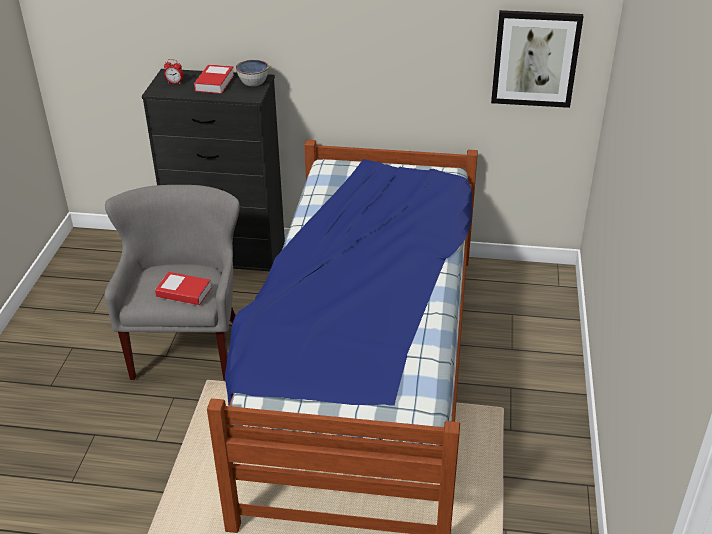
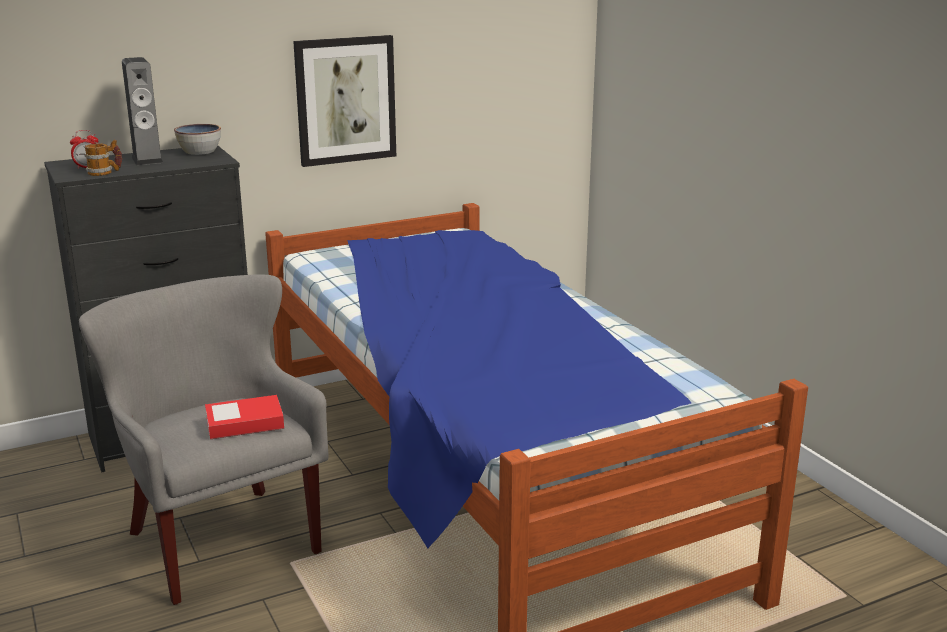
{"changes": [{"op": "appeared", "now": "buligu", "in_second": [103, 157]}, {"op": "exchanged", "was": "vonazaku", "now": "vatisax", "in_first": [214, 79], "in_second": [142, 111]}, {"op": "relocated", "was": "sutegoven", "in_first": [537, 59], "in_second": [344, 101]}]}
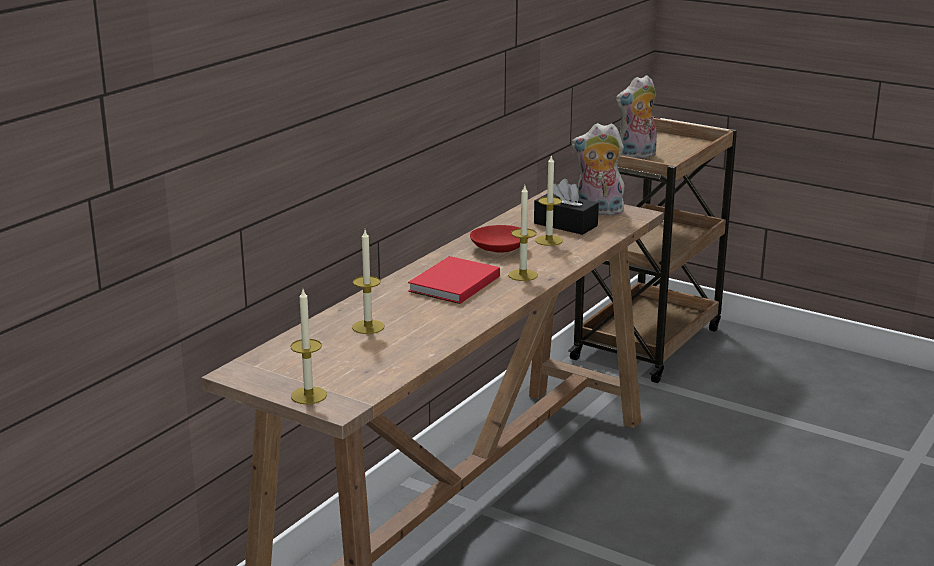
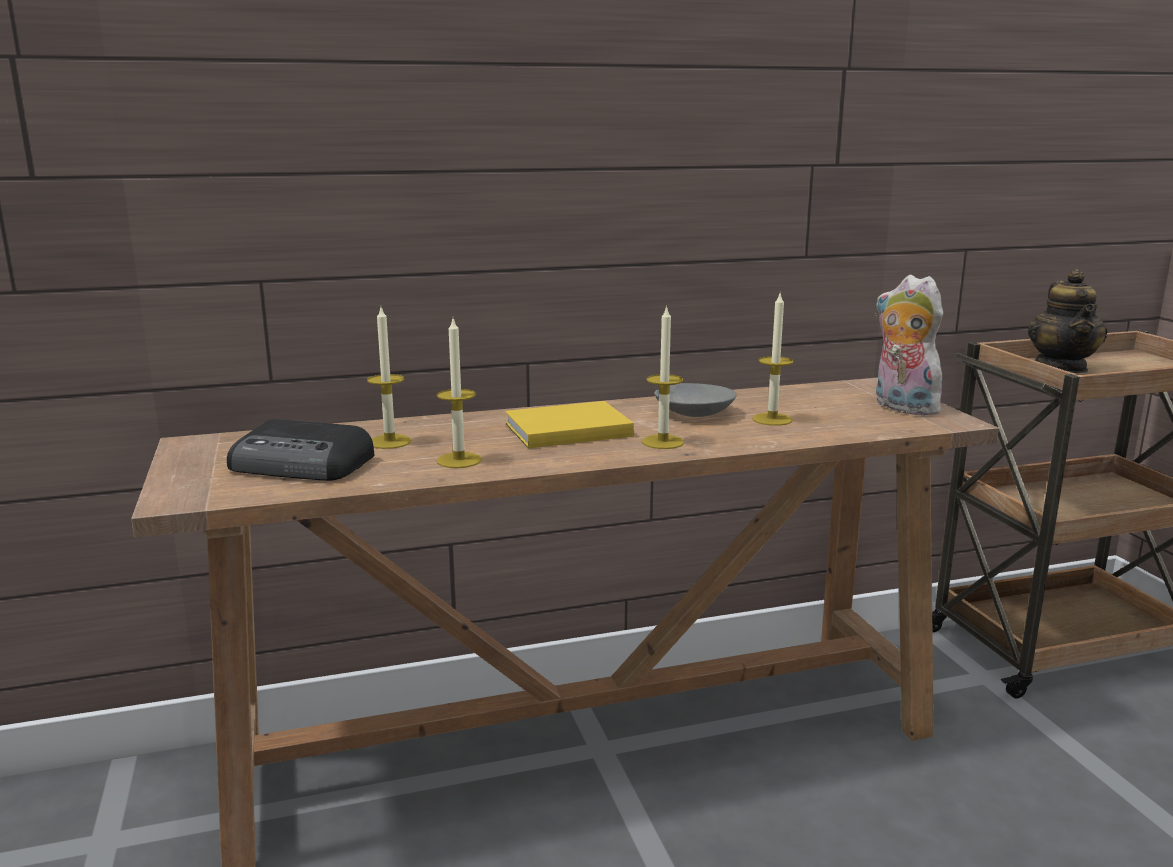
{"changes": [{"op": "appeared", "now": "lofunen", "in_second": [300, 450]}, {"op": "relocated", "was": "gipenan", "in_first": [308, 347], "in_second": [459, 393]}, {"op": "colour", "was": "vonazaku (red)", "now": "vonazaku (yellow)", "in_first": [454, 280], "in_second": [569, 424]}, {"op": "colour", "was": "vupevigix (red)", "now": "vupevigix (grey)", "in_first": [499, 239], "in_second": [695, 400]}, {"op": "exchanged", "was": "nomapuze", "now": "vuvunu", "in_first": [636, 117], "in_second": [1068, 321]}, {"op": "missing", "was": "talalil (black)", "in_first": [566, 207]}]}
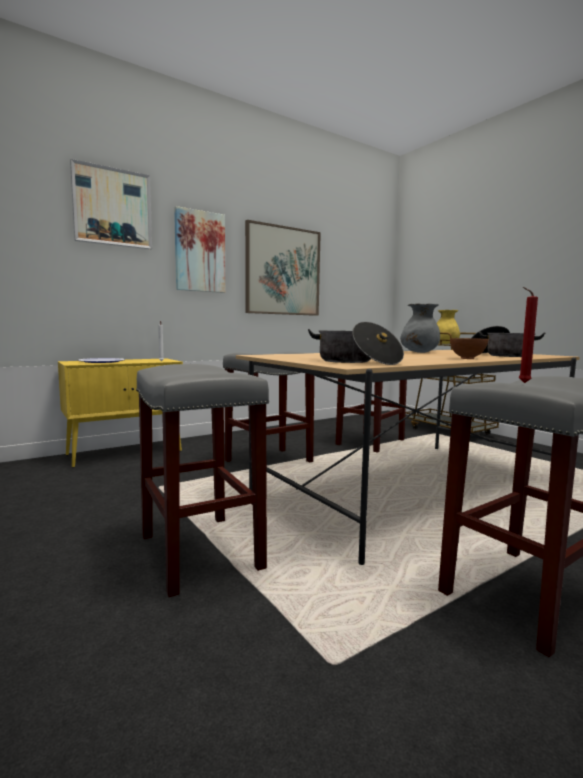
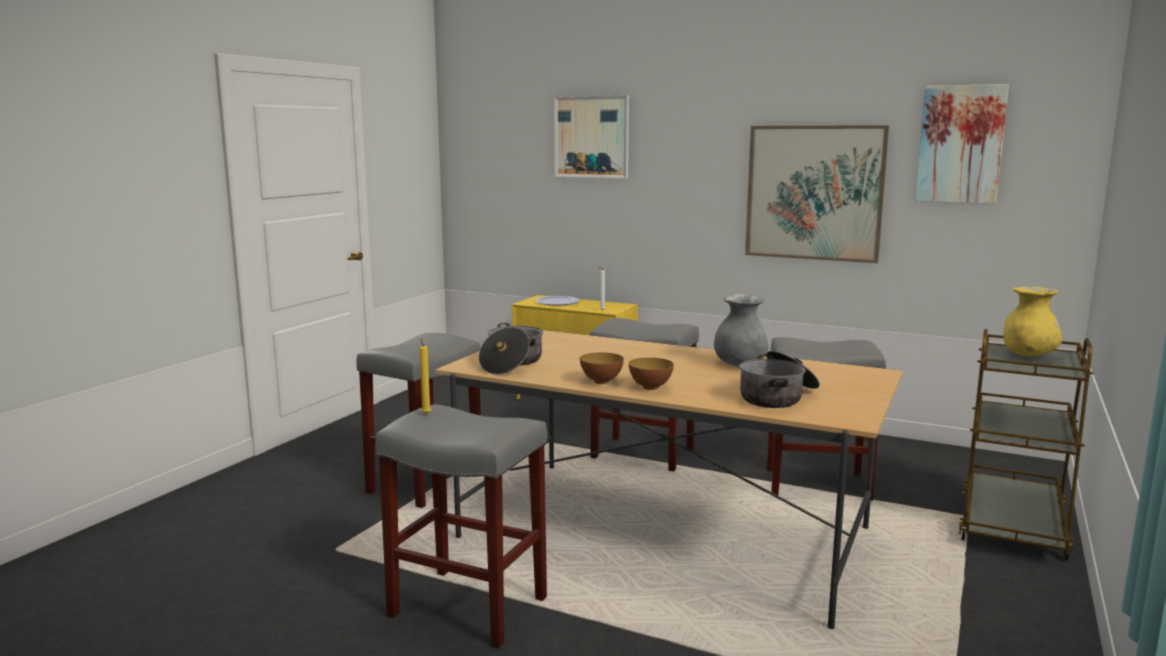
{"changes": [{"op": "colour", "was": "gipenan (red)", "now": "gipenan (yellow)", "in_first": [528, 335], "in_second": [425, 376]}, {"op": "appeared", "now": "vupevigix", "in_second": [602, 368]}, {"op": "relocated", "was": "sutegoven", "in_first": [199, 249], "in_second": [962, 144]}]}
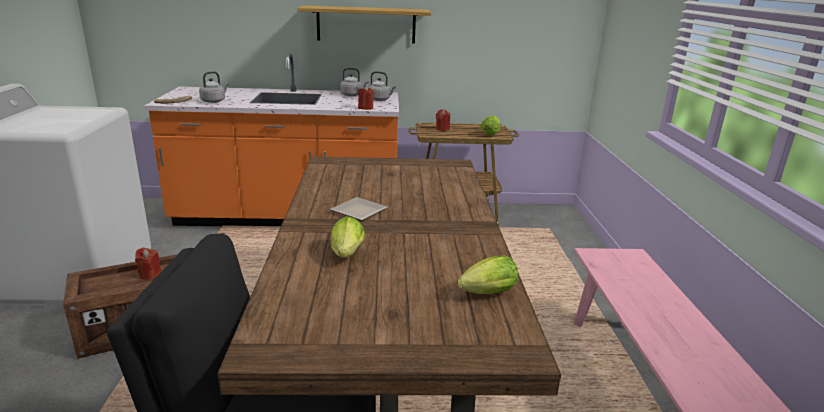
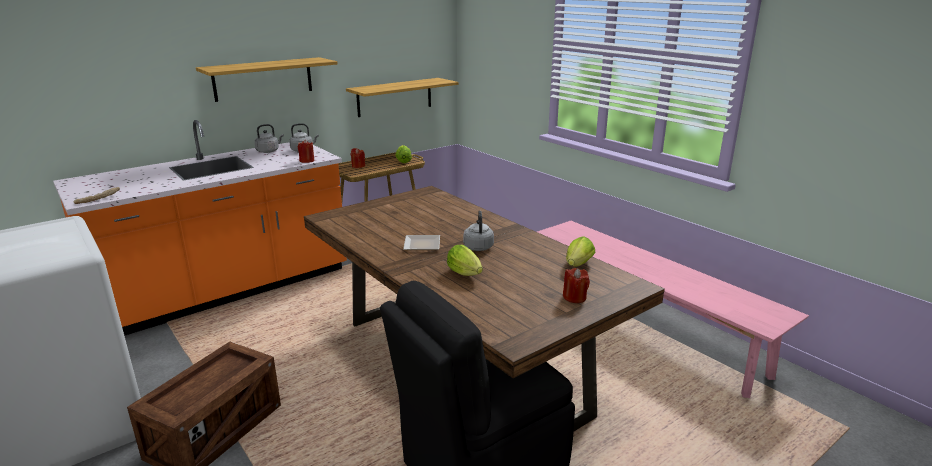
{"changes": [{"op": "appeared", "now": "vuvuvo", "in_second": [402, 97]}, {"op": "relocated", "was": "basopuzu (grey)", "in_first": [214, 87], "in_second": [478, 231]}, {"op": "relocated", "was": "gipenan (red)", "in_first": [148, 264], "in_second": [576, 285]}]}
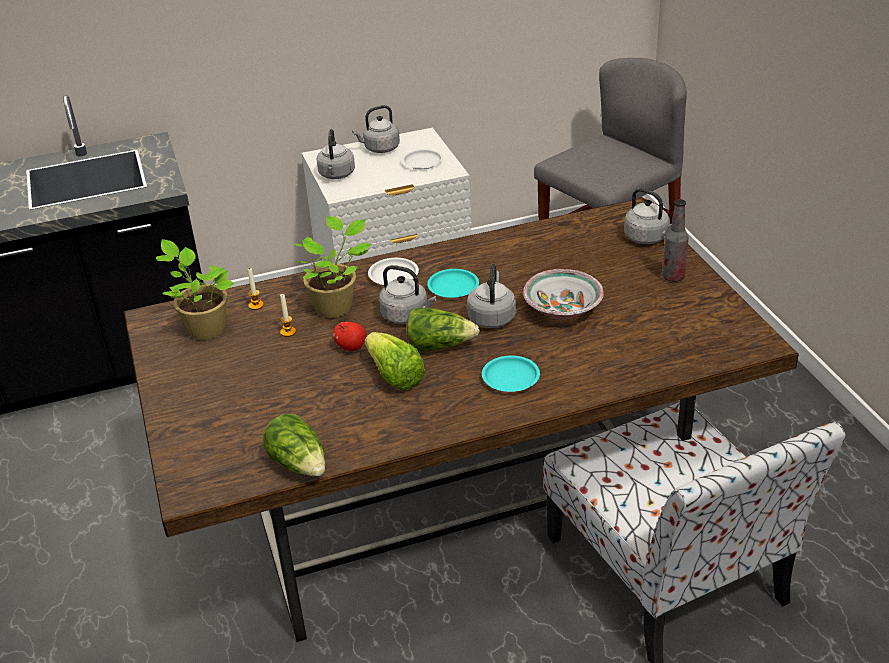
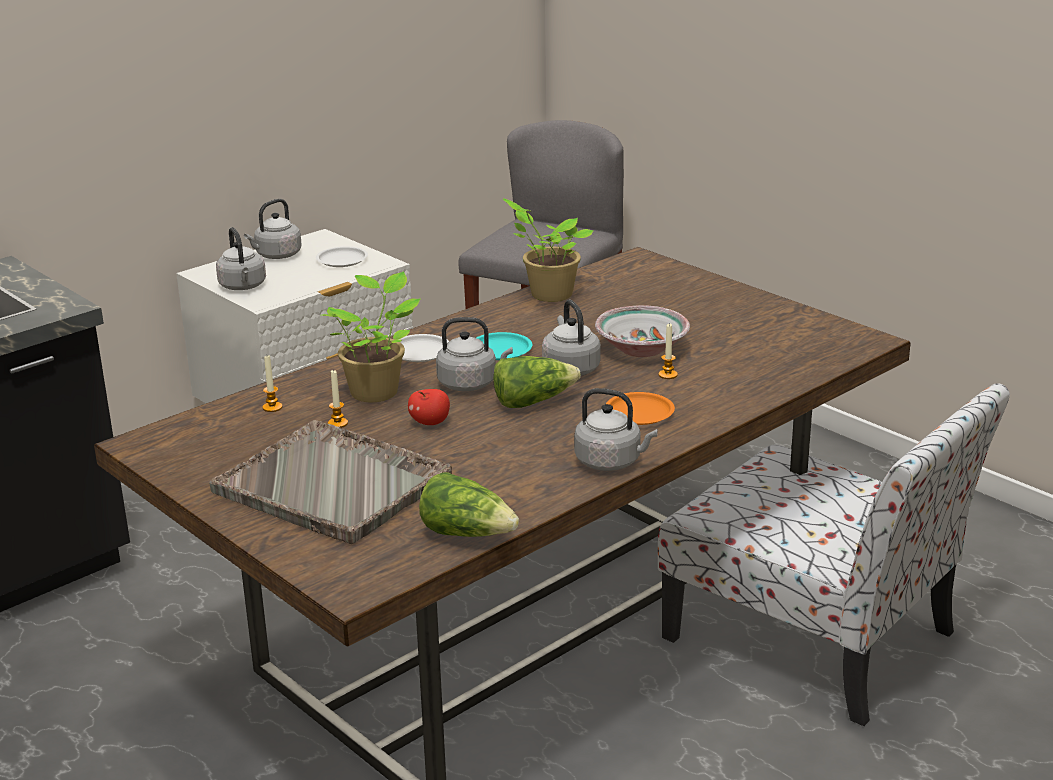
{"changes": [{"op": "appeared", "now": "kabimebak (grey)", "in_second": [330, 482]}, {"op": "relocated", "was": "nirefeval", "in_first": [195, 289], "in_second": [548, 250]}, {"op": "relocated", "was": "basopuzu (grey)", "in_first": [647, 216], "in_second": [616, 429]}, {"op": "colour", "was": "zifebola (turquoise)", "now": "zifebola (orange)", "in_first": [511, 374], "in_second": [640, 408]}, {"op": "appeared", "now": "gipenan", "in_second": [668, 351]}, {"op": "missing", "was": "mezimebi", "in_first": [395, 361]}, {"op": "missing", "was": "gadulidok", "in_first": [675, 240]}]}
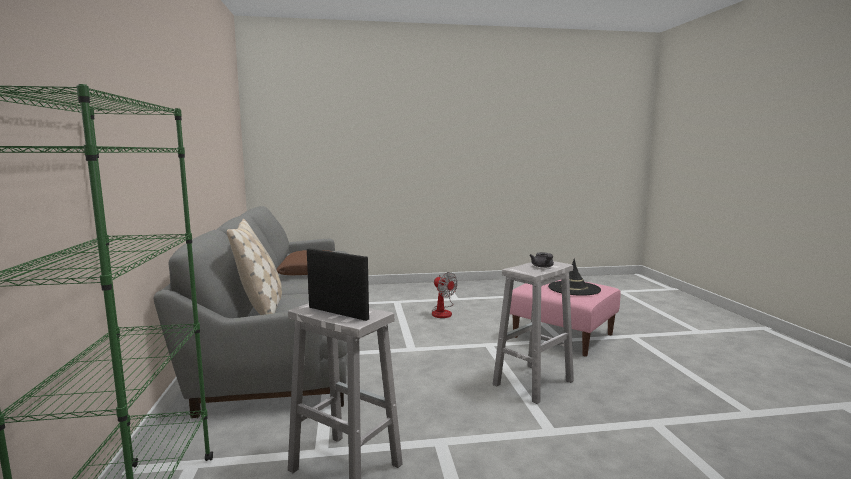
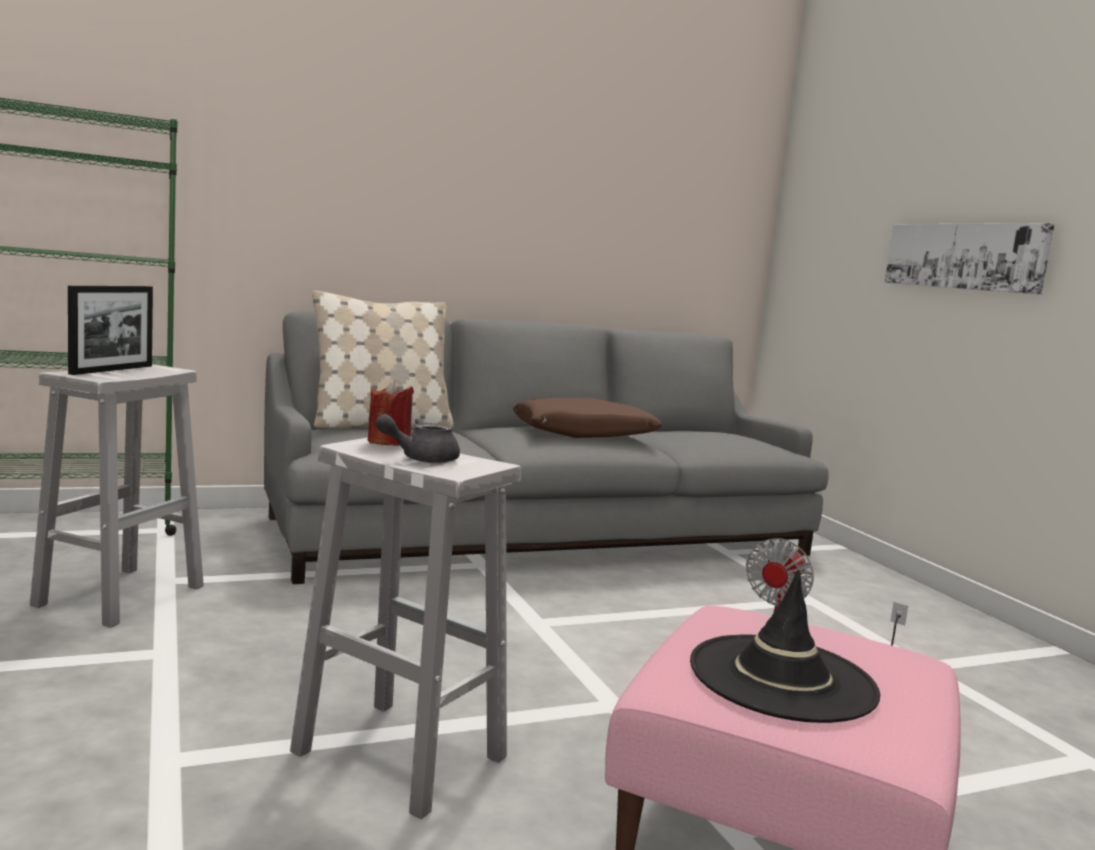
{"changes": [{"op": "appeared", "now": "gipenan (red)", "in_second": [391, 413]}, {"op": "appeared", "now": "sutegoven", "in_second": [970, 259]}]}
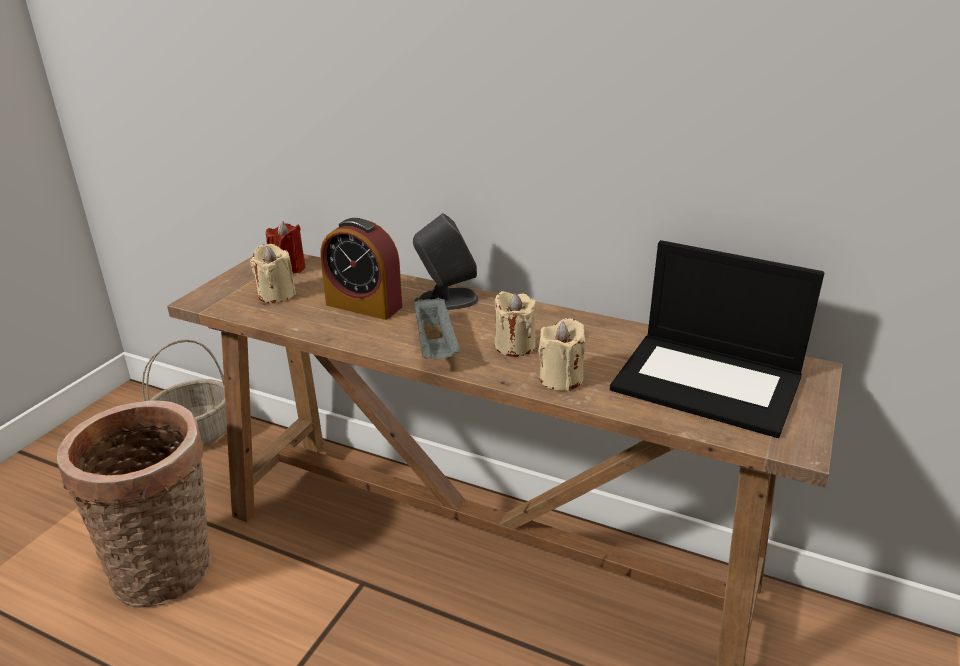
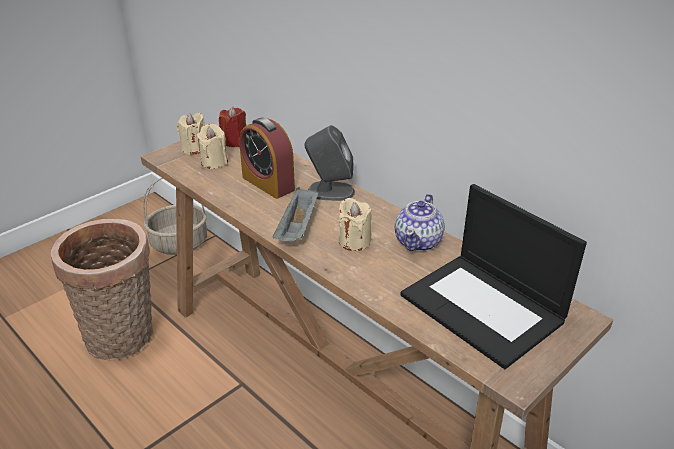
{"changes": [{"op": "relocated", "was": "gipenan (beige)", "in_first": [561, 354], "in_second": [191, 134]}, {"op": "appeared", "now": "vuvunu", "in_second": [420, 222]}]}
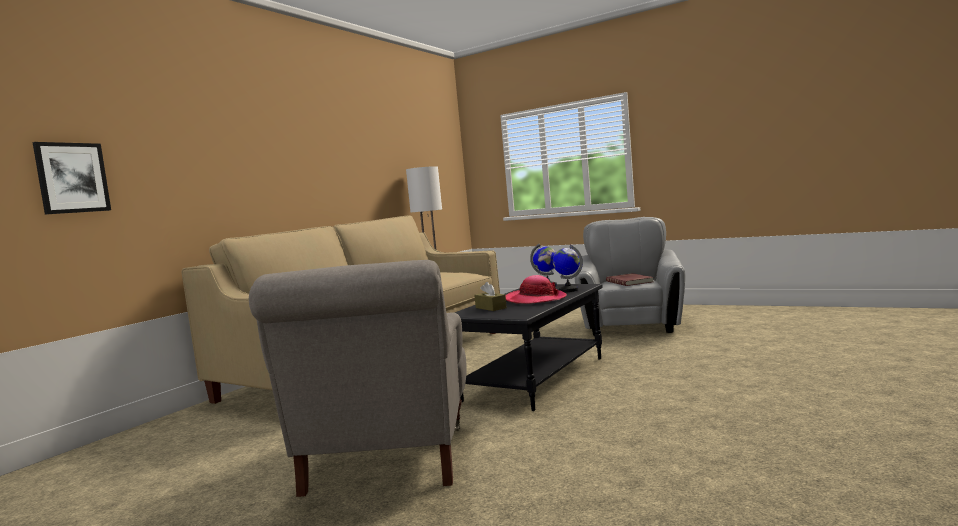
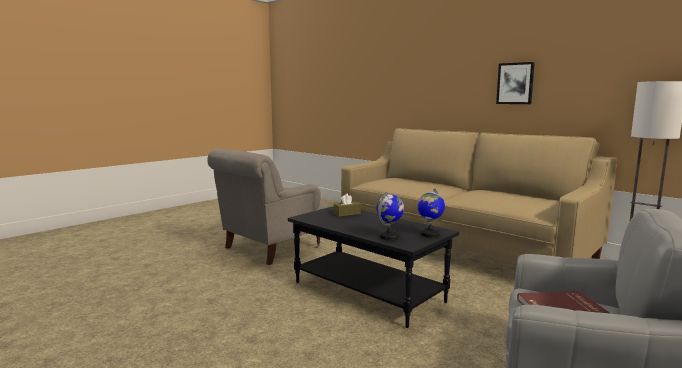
{"changes": [{"op": "spun", "was": "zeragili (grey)", "in_first": [358, 378], "in_second": [267, 207], "clockwise": -60}, {"op": "relocated", "was": "sutegoven", "in_first": [72, 178], "in_second": [515, 83]}, {"op": "missing", "was": "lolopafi", "in_first": [536, 289]}]}
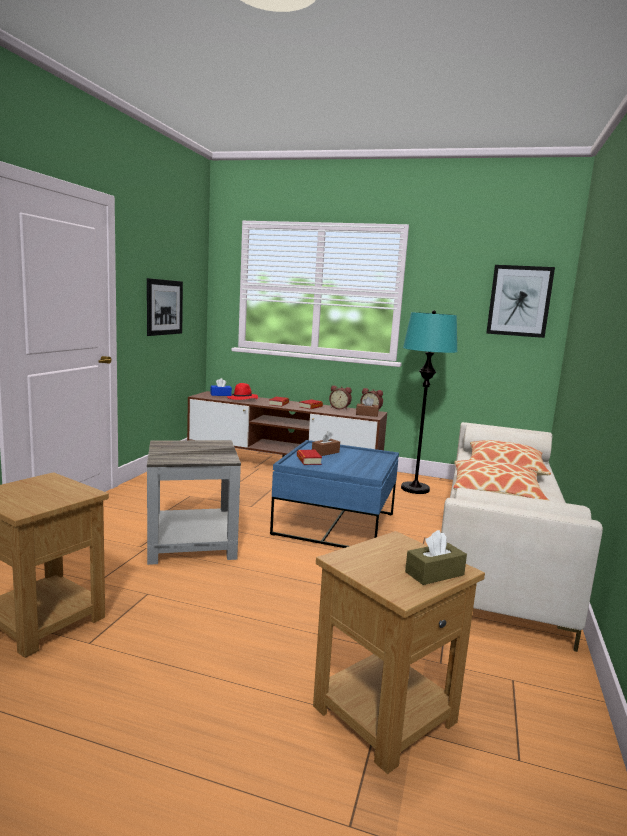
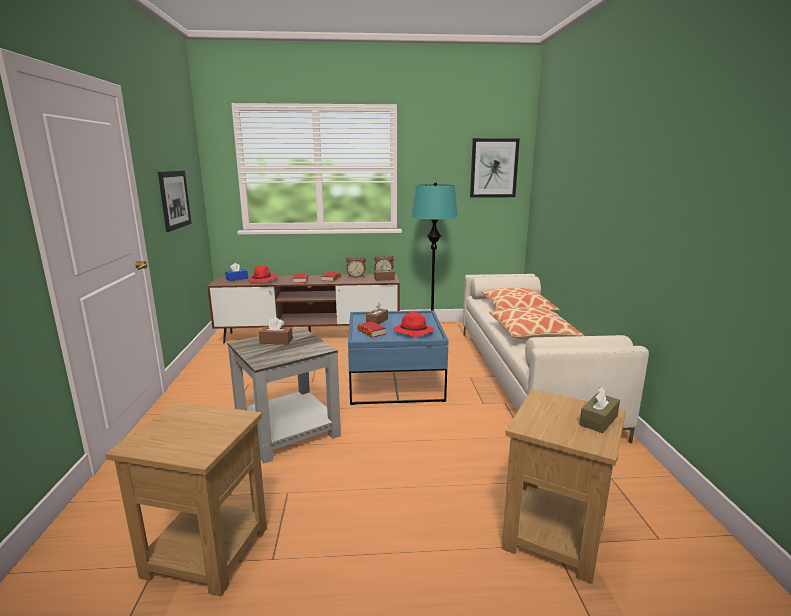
{"changes": [{"op": "appeared", "now": "talalil (brown)", "in_second": [276, 330]}, {"op": "appeared", "now": "lolopafi (red)", "in_second": [414, 324]}]}
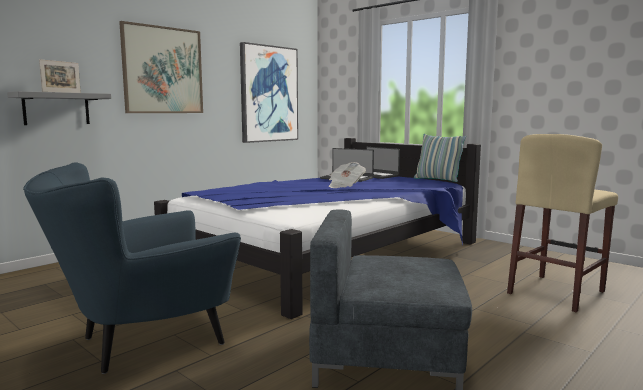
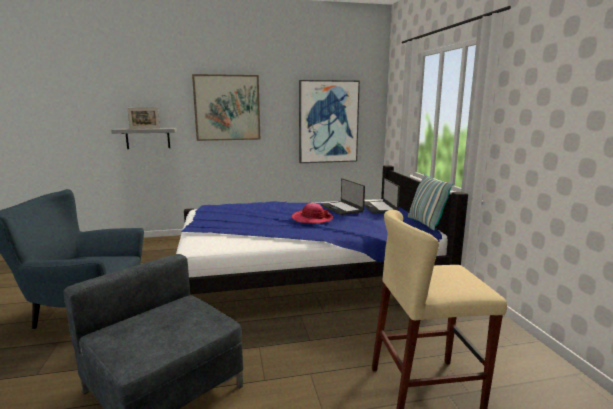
{"changes": [{"op": "exchanged", "was": "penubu", "now": "lolopafi", "in_first": [347, 175], "in_second": [312, 213]}]}
